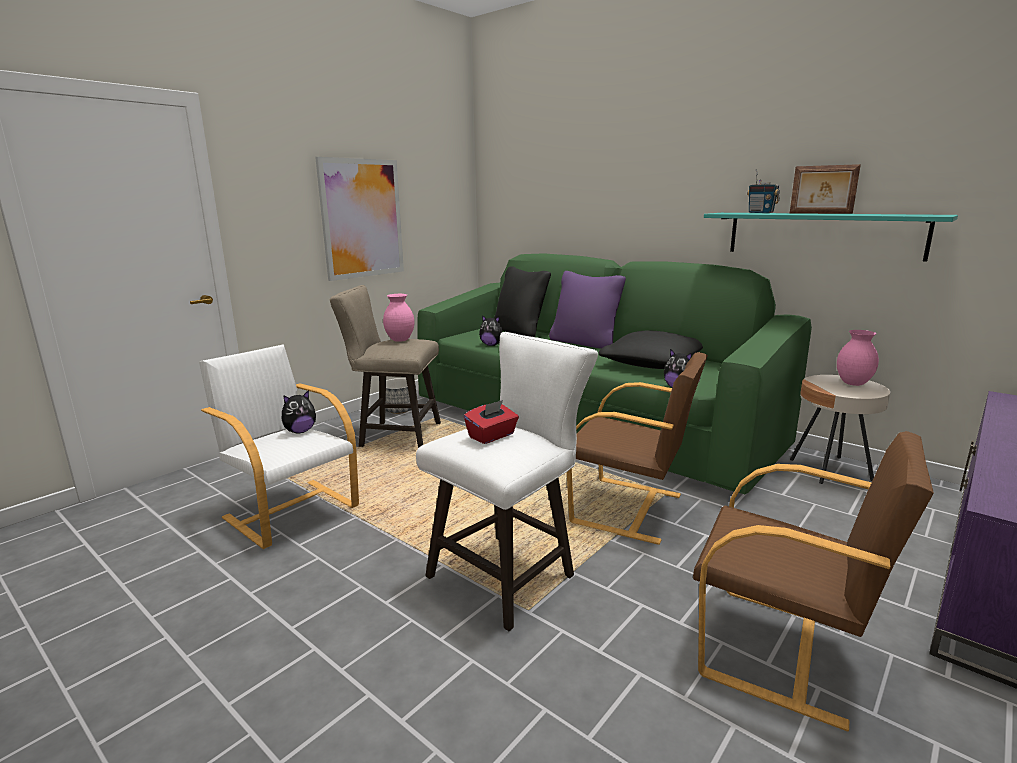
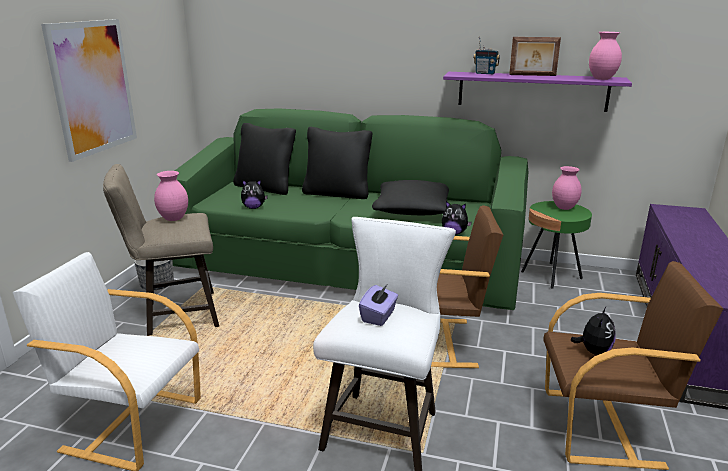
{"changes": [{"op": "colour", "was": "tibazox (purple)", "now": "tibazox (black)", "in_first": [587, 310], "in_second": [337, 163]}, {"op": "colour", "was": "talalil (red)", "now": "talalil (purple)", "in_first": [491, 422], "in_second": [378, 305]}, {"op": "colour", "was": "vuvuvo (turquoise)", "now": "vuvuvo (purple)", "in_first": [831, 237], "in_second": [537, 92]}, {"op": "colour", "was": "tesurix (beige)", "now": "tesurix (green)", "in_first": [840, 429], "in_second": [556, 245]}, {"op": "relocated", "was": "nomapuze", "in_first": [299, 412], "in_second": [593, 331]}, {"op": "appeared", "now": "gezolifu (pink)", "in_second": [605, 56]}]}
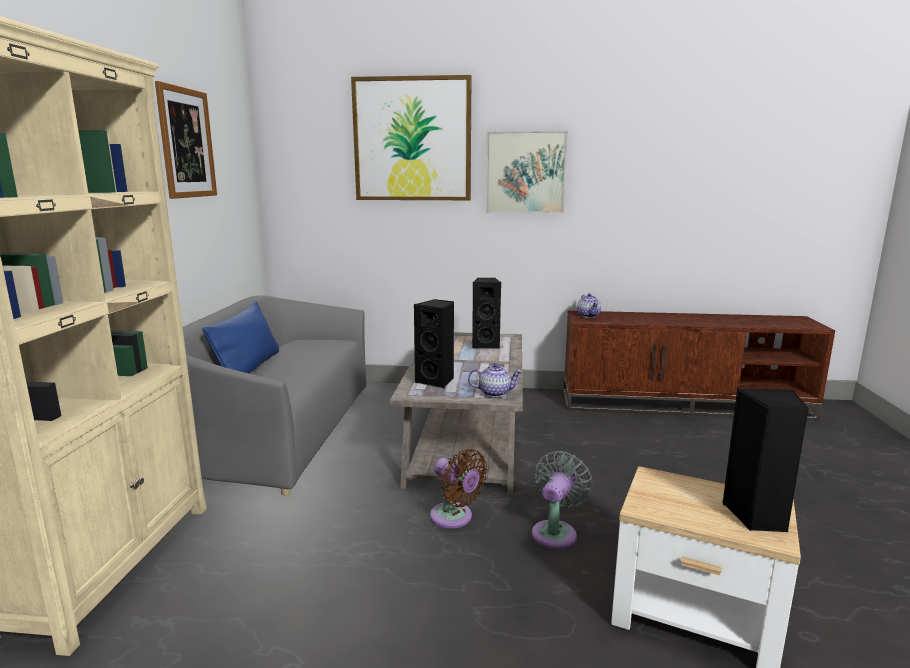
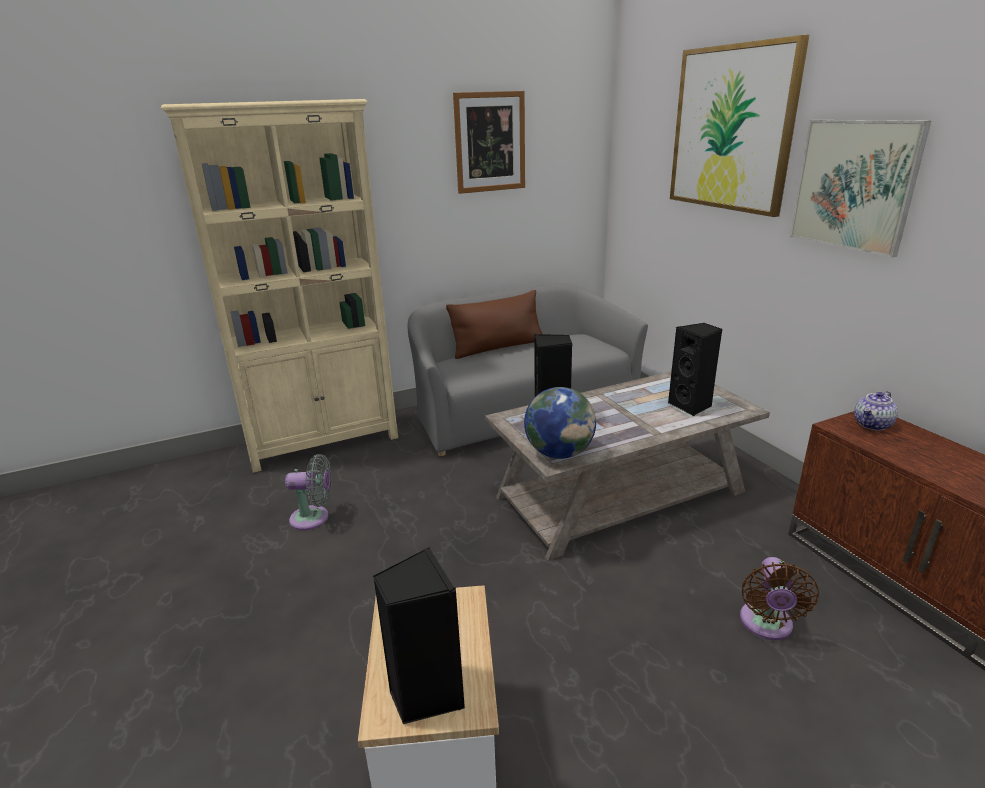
{"changes": [{"op": "relocated", "was": "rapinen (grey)", "in_first": [562, 500], "in_second": [308, 492]}, {"op": "colour", "was": "tibazox (blue)", "now": "tibazox (brown)", "in_first": [241, 337], "in_second": [494, 324]}, {"op": "exchanged", "was": "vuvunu", "now": "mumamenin", "in_first": [495, 380], "in_second": [560, 423]}, {"op": "relocated", "was": "rapinen (brown)", "in_first": [458, 488], "in_second": [779, 598]}]}
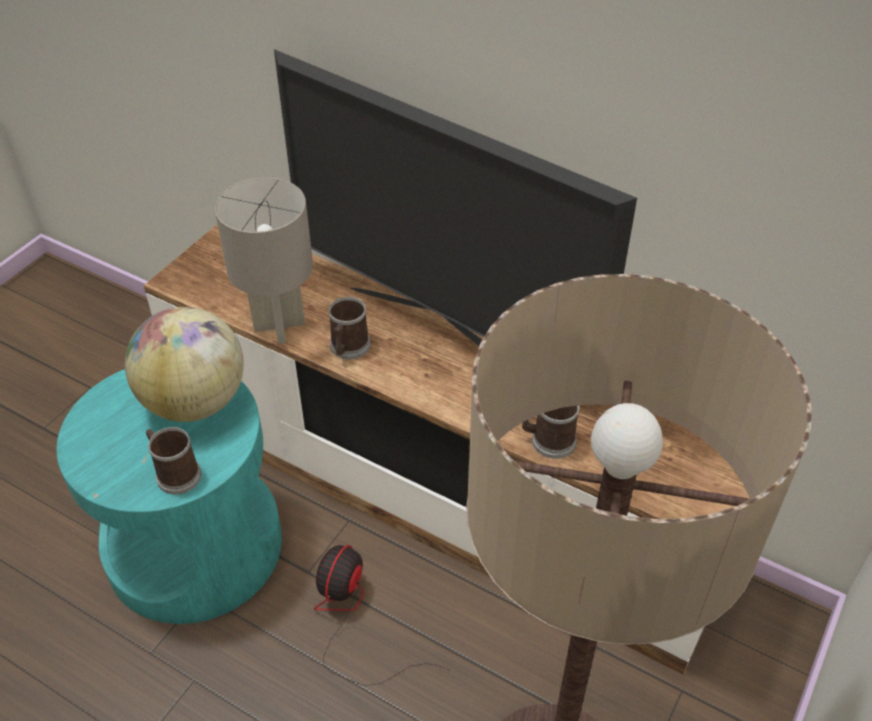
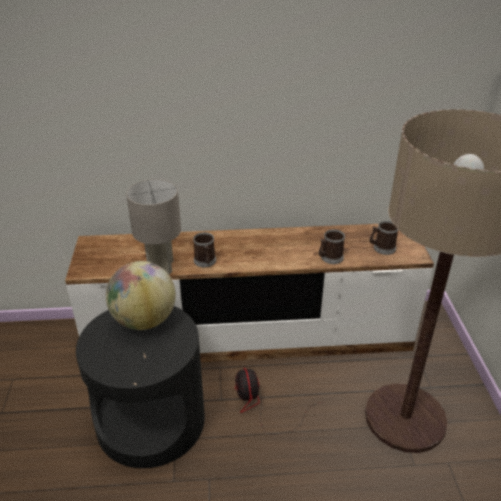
{"changes": [{"op": "colour", "was": "tesurix (turquoise)", "now": "tesurix (black)", "in_first": [169, 496], "in_second": [140, 387]}, {"op": "relocated", "was": "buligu", "in_first": [174, 461], "in_second": [384, 238]}, {"op": "missing", "was": "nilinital", "in_first": [455, 197]}]}
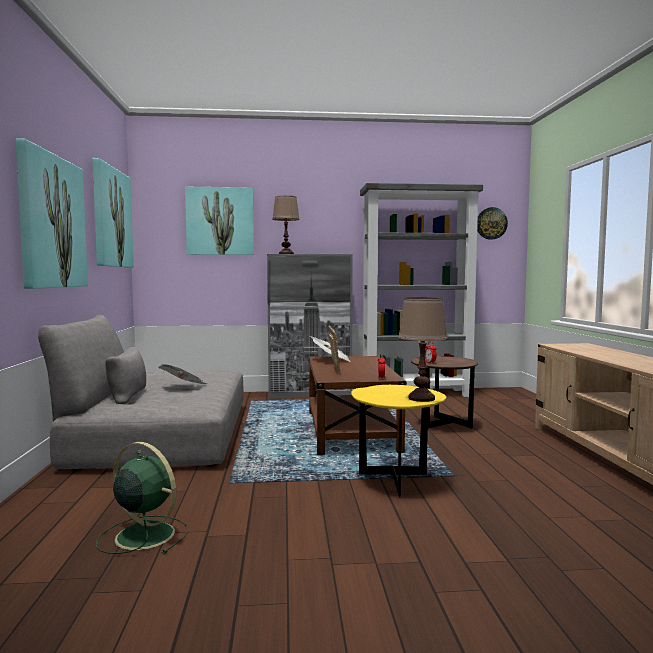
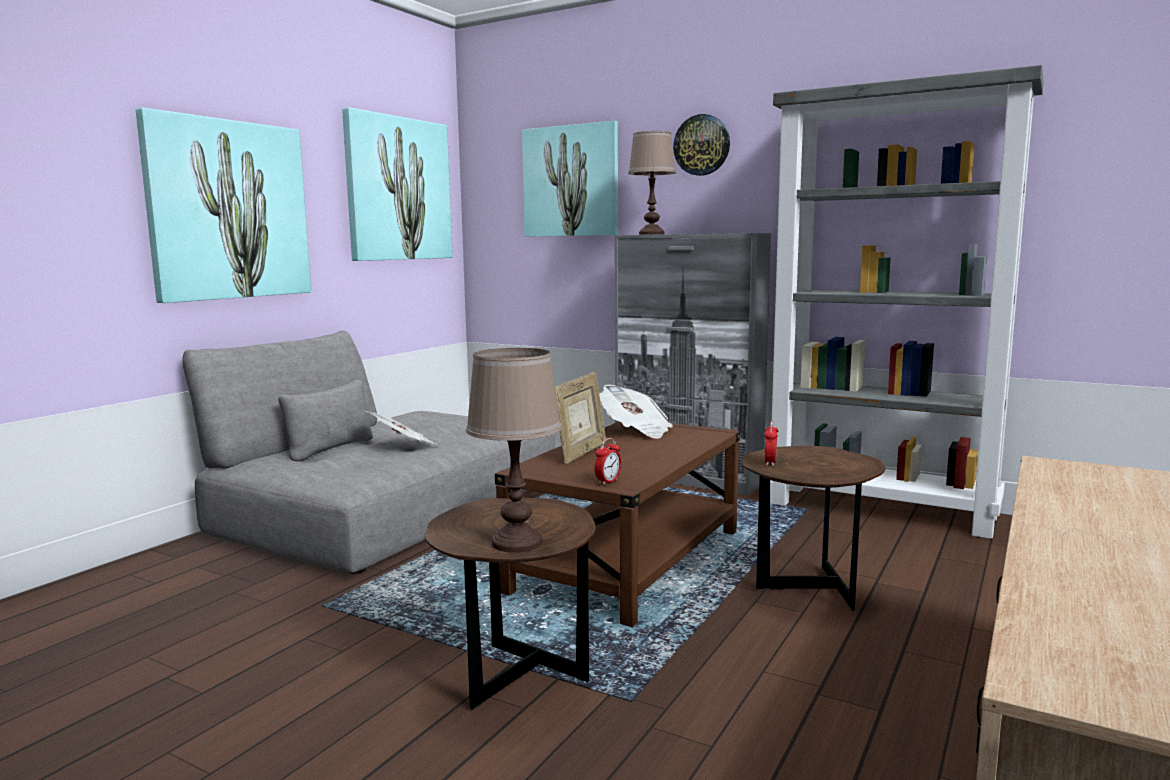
{"changes": [{"op": "colour", "was": "tesurix (yellow)", "now": "tesurix (brown)", "in_first": [398, 441], "in_second": [510, 604]}, {"op": "relocated", "was": "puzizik", "in_first": [492, 223], "in_second": [701, 145]}, {"op": "missing", "was": "rapinen (green)", "in_first": [142, 498]}]}
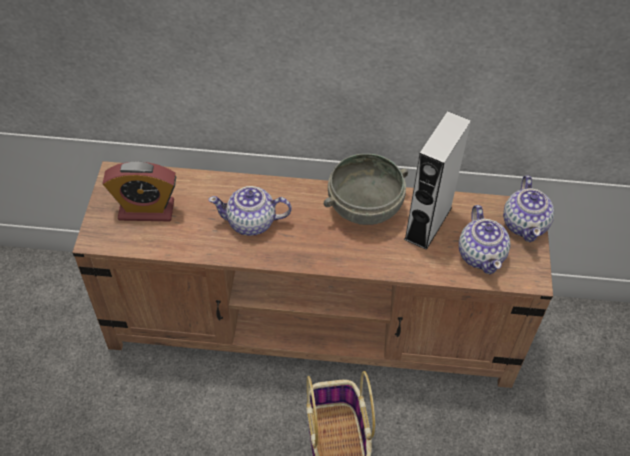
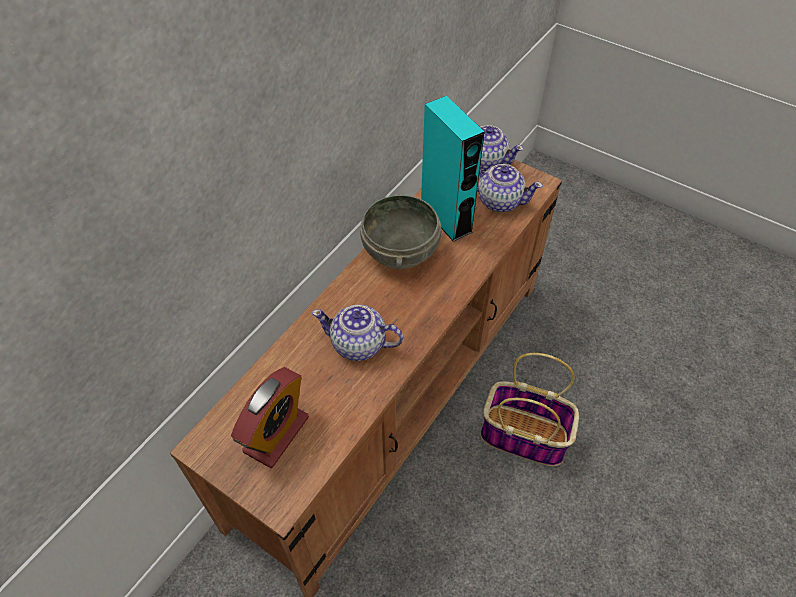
{"changes": [{"op": "spun", "was": "vuvunu", "in_first": [250, 211], "in_second": [357, 332], "clockwise": 75}, {"op": "colour", "was": "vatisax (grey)", "now": "vatisax (turquoise)", "in_first": [437, 180], "in_second": [453, 169]}]}
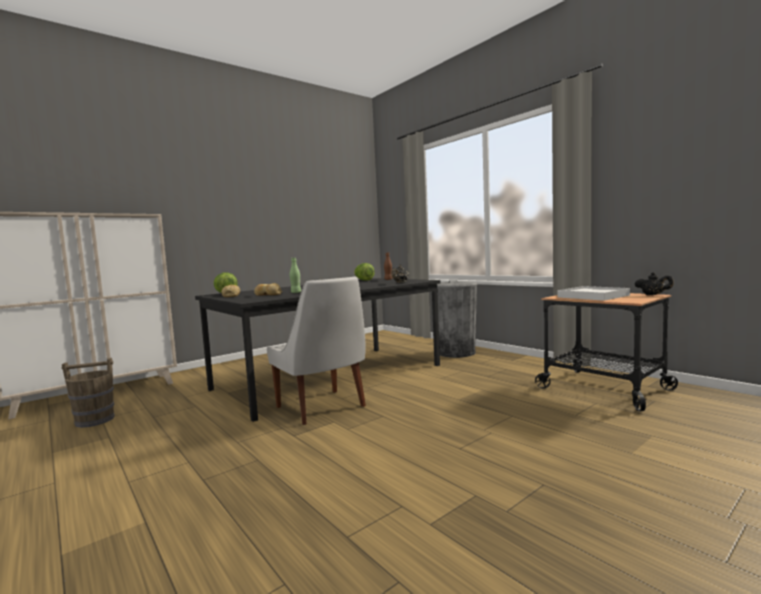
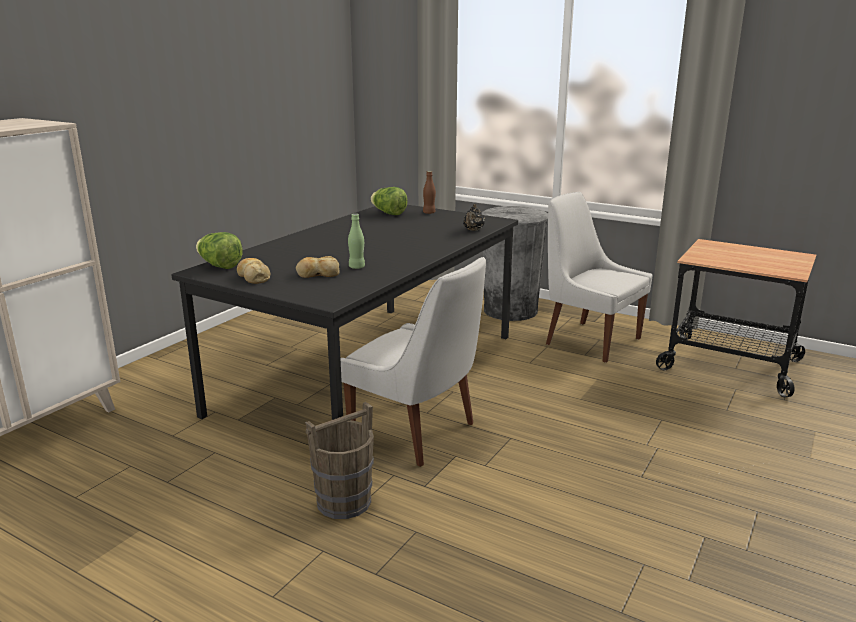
{"changes": [{"op": "relocated", "was": "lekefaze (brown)", "in_first": [88, 393], "in_second": [339, 460]}, {"op": "appeared", "now": "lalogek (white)", "in_second": [599, 277]}, {"op": "missing", "was": "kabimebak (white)", "in_first": [594, 293]}, {"op": "missing", "was": "vuvunu (black)", "in_first": [654, 283]}]}
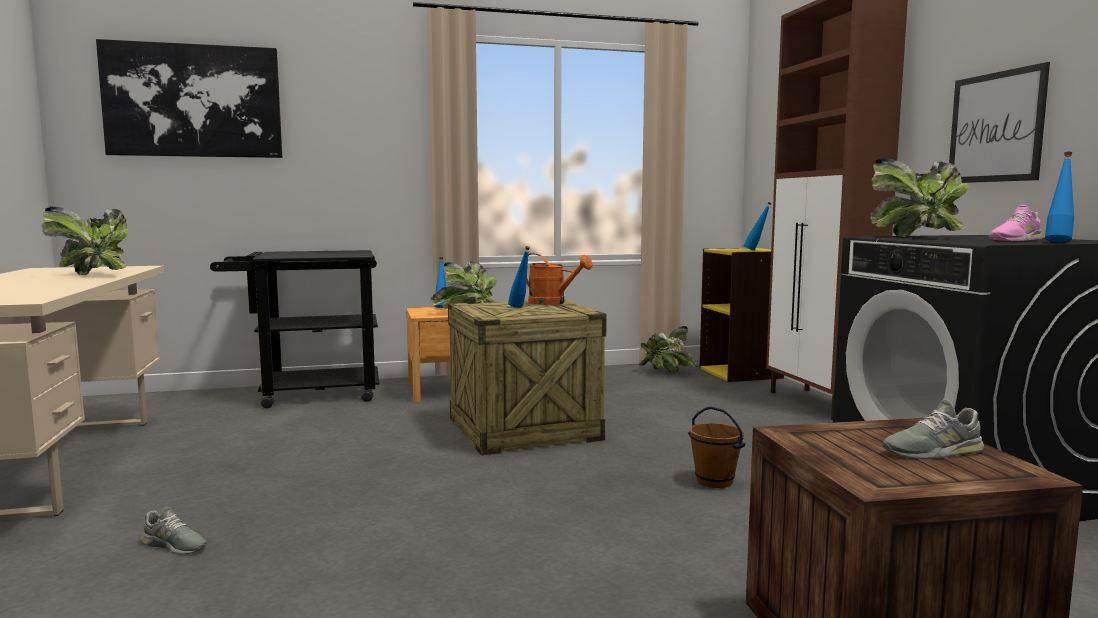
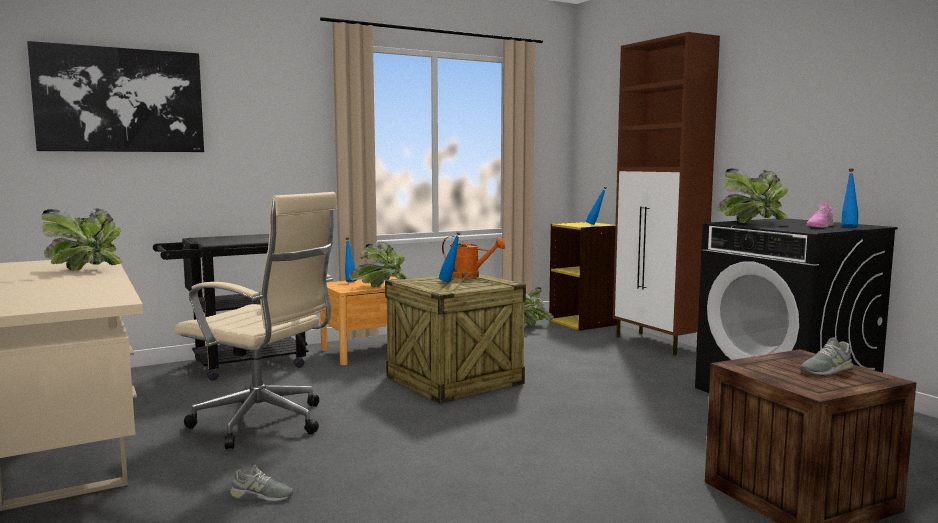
{"changes": [{"op": "appeared", "now": "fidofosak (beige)", "in_second": [256, 320]}, {"op": "missing", "was": "lekefaze (brown)", "in_first": [716, 447]}, {"op": "missing", "was": "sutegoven", "in_first": [999, 122]}]}
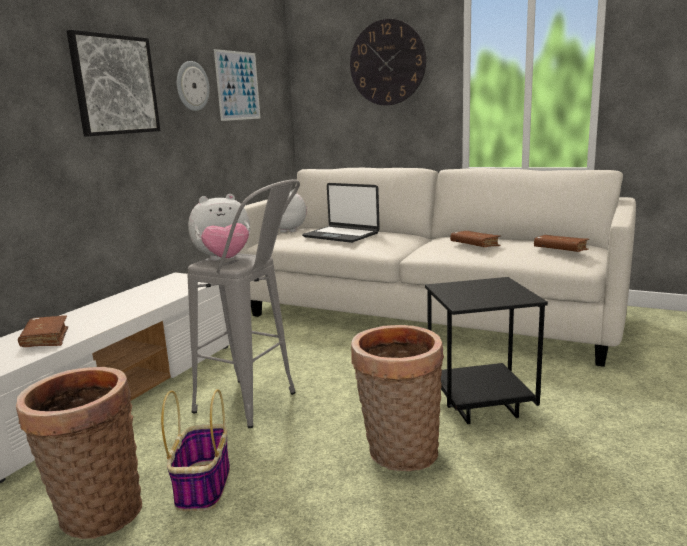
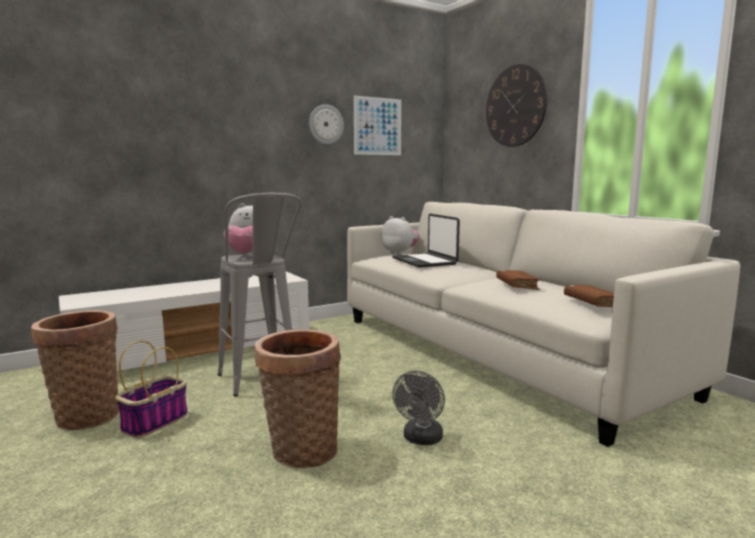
{"changes": [{"op": "exchanged", "was": "tesurix (black)", "now": "rapinen (grey)", "in_first": [486, 350], "in_second": [418, 408]}, {"op": "missing", "was": "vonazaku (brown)", "in_first": [43, 331]}, {"op": "missing", "was": "sutegoven", "in_first": [113, 83]}]}
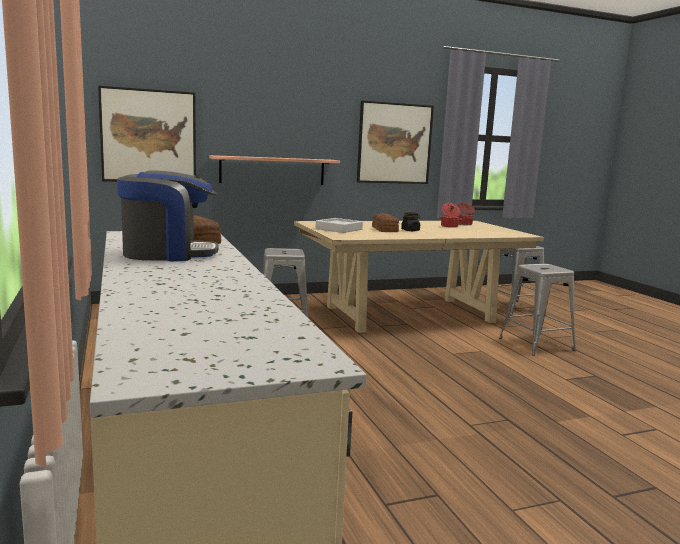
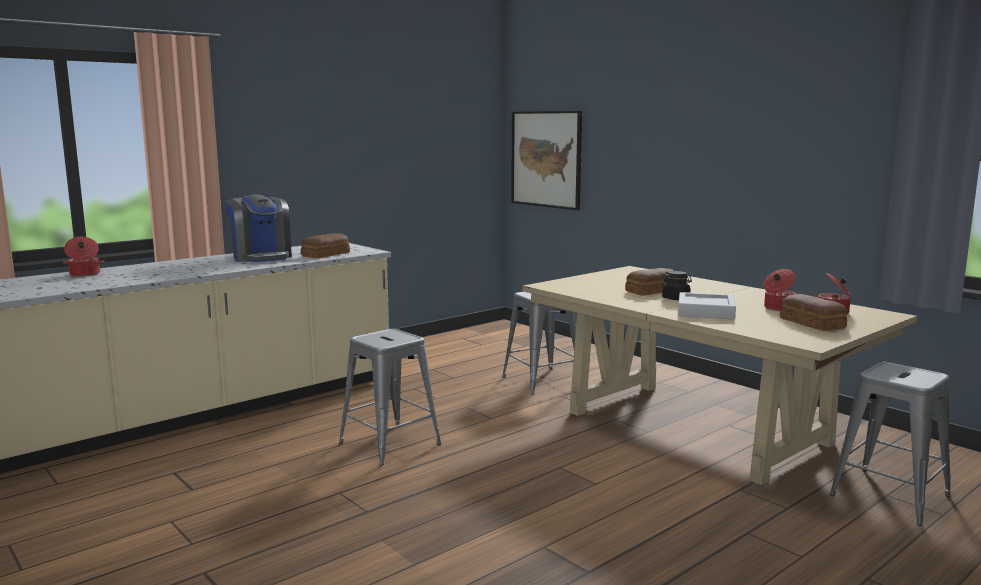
{"changes": [{"op": "appeared", "now": "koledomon", "in_second": [84, 257]}, {"op": "relocated", "was": "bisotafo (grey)", "in_first": [537, 310], "in_second": [390, 397]}, {"op": "relocated", "was": "kabimebak (grey)", "in_first": [339, 225], "in_second": [707, 306]}, {"op": "appeared", "now": "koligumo", "in_second": [813, 312]}, {"op": "missing", "was": "vuvuvo", "in_first": [274, 170]}, {"op": "missing", "was": "sutegoven", "in_first": [395, 142]}]}
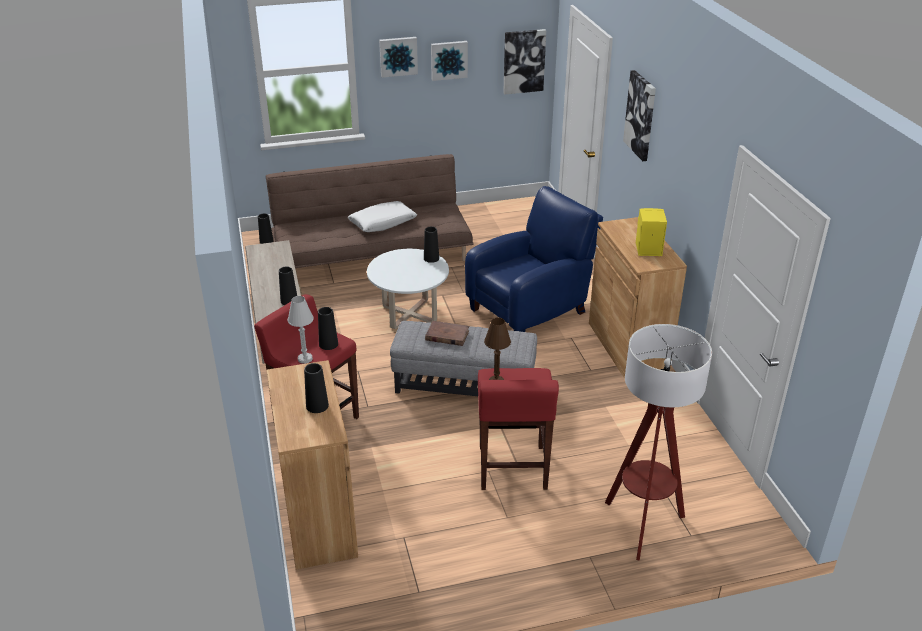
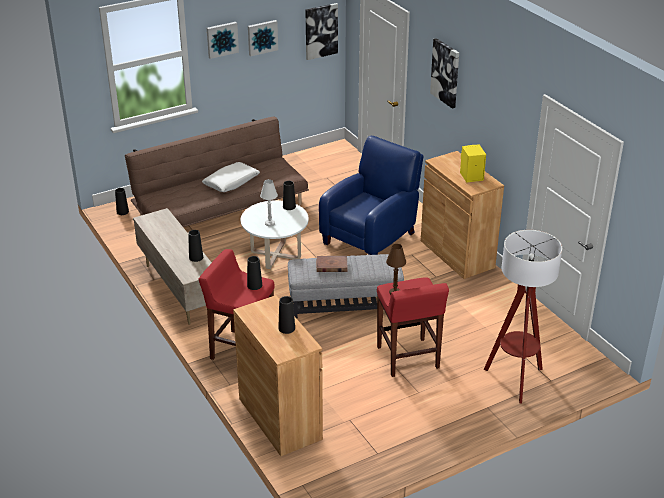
{"changes": [{"op": "relocated", "was": "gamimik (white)", "in_first": [301, 330], "in_second": [269, 202]}]}
